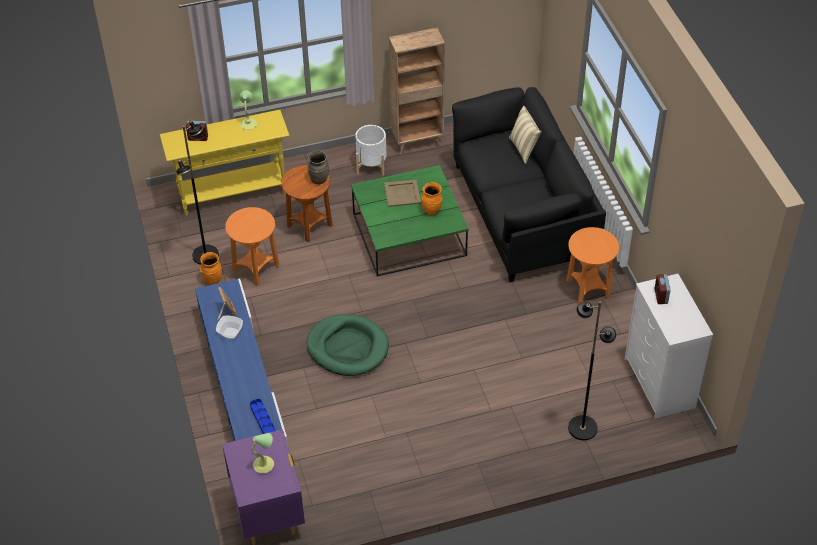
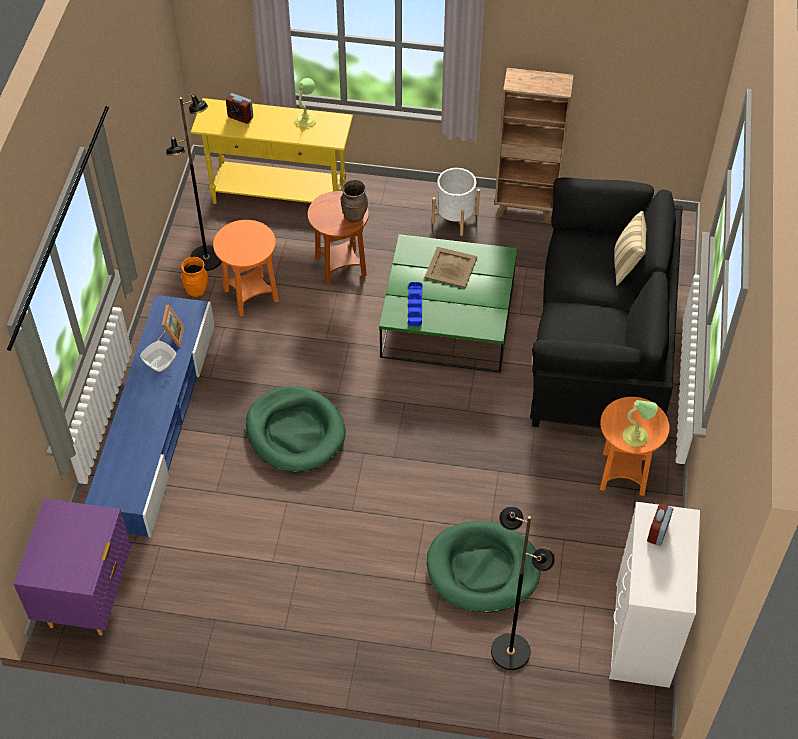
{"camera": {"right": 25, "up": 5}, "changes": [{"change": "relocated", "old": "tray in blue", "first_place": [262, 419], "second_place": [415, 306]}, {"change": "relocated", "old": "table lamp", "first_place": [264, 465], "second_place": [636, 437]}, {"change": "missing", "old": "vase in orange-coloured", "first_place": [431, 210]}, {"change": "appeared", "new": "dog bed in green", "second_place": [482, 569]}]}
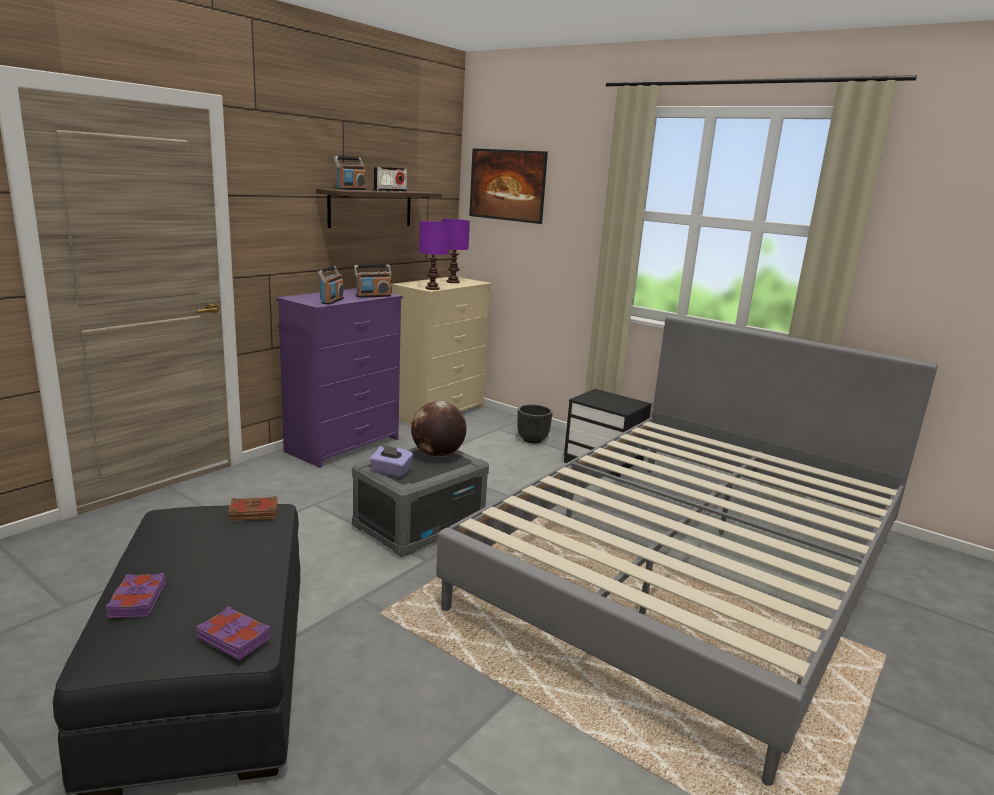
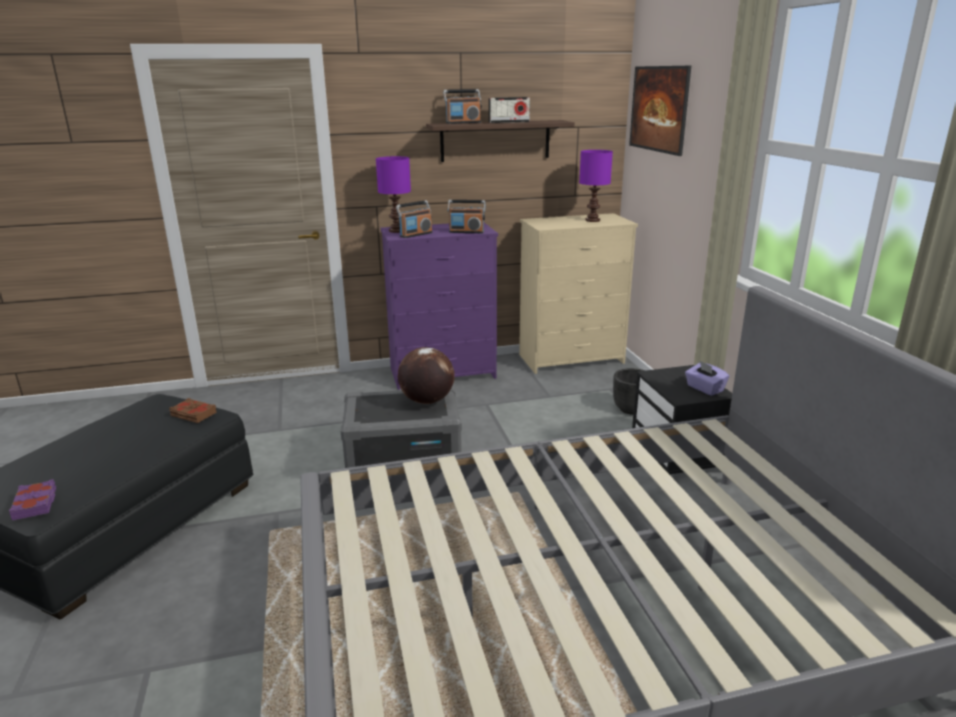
{"camera": {"right": 40, "up": 5}, "changes": [{"change": "missing", "old": "bound book in purple", "first_place": [136, 600]}, {"change": "relocated", "old": "tissue holder in purple", "first_place": [391, 472], "second_place": [704, 389]}, {"change": "relocated", "old": "table lamp in purple", "first_place": [432, 289], "second_place": [396, 231]}]}
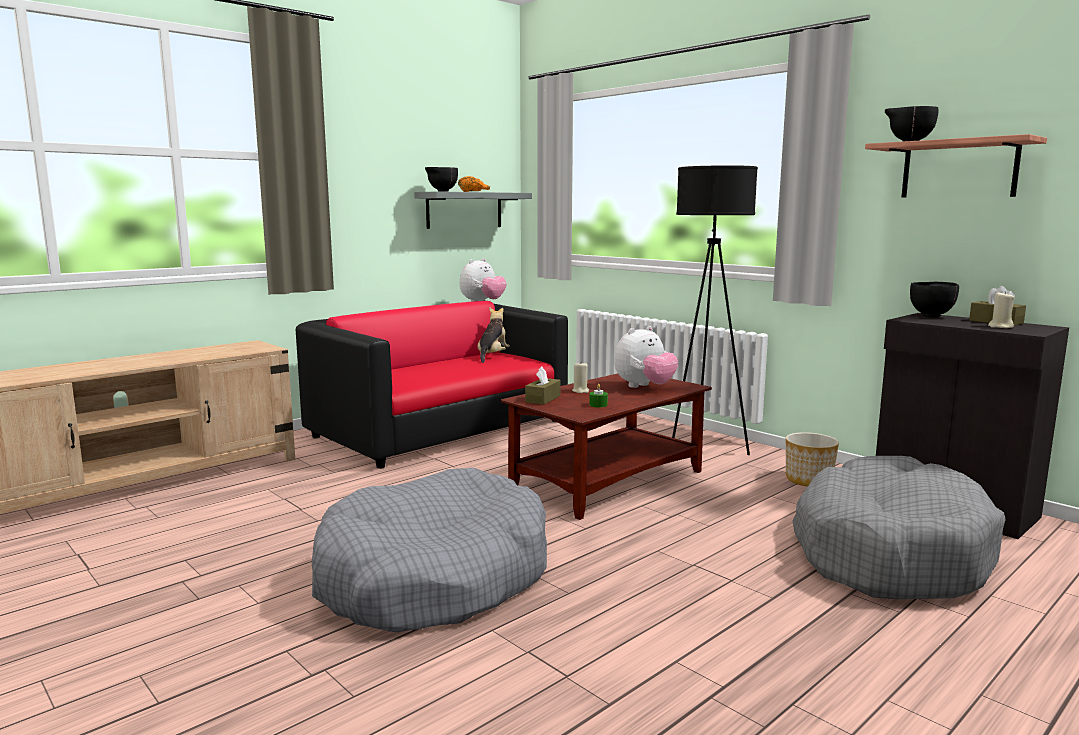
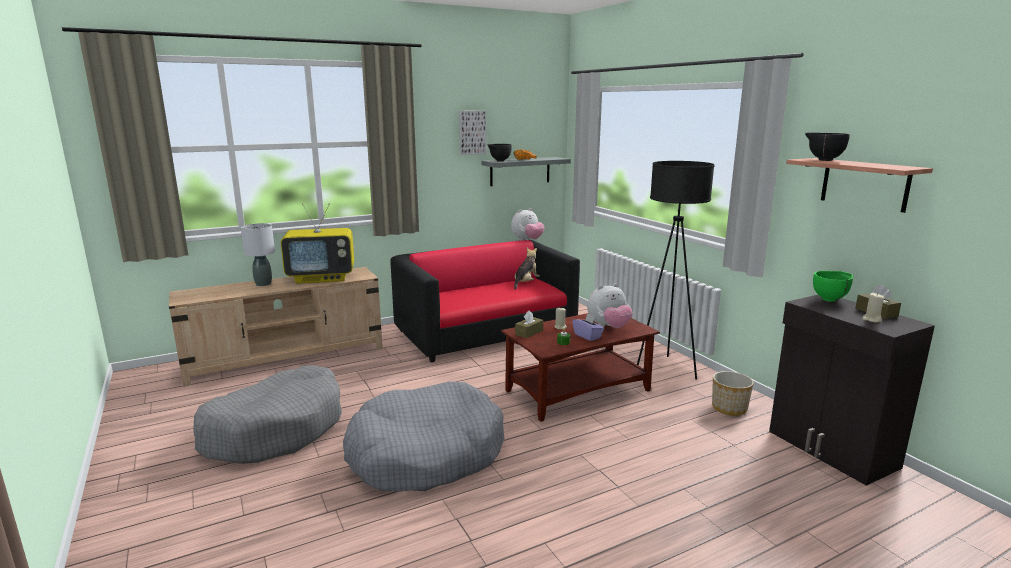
{"camera": {"right": 15, "up": 5}, "changes": [{"change": "relocated", "old": "dog bed in gray", "first_place": [888, 552], "second_place": [276, 429]}, {"change": "colour", "old": "bowl in blackish", "new": "bowl in green", "first_place": [932, 316], "second_place": [830, 299]}, {"change": "appeared", "new": "table lamp in gray", "second_place": [263, 284]}, {"change": "appeared", "new": "TV set", "second_place": [322, 278]}, {"change": "appeared", "new": "picture", "second_place": [471, 132]}, {"change": "appeared", "new": "tissue holder in purple", "second_place": [587, 336]}]}
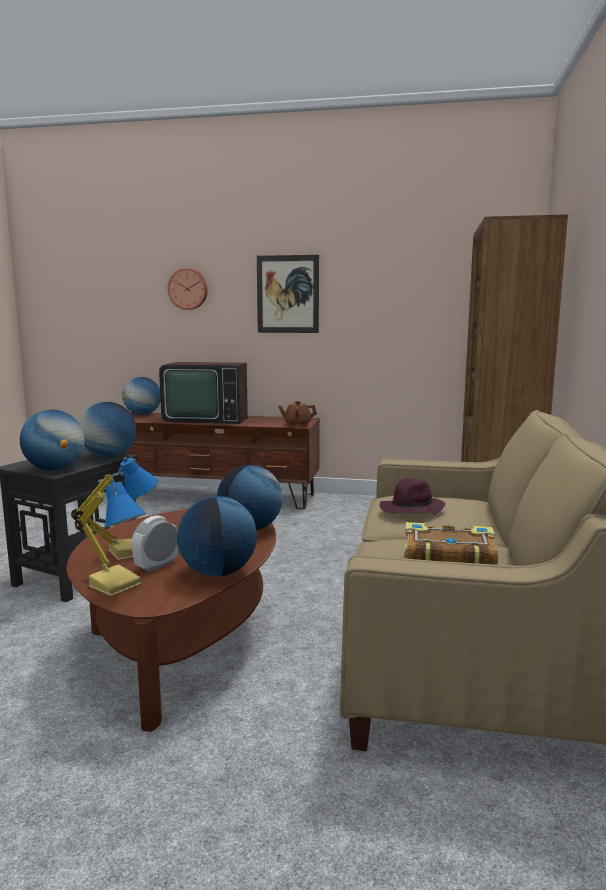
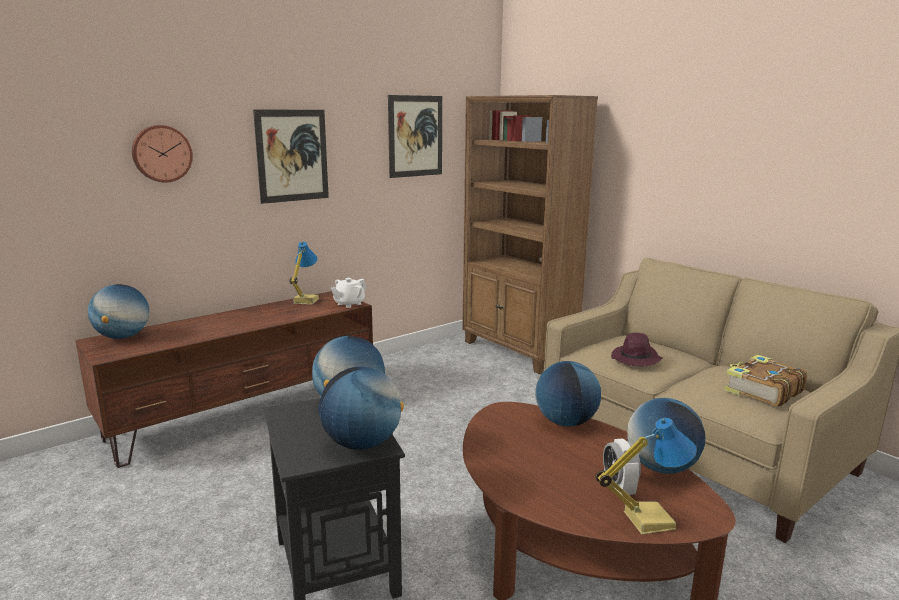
{"camera": {"right": -50, "up": 5}, "changes": [{"change": "relocated", "old": "table lamp", "first_place": [127, 551], "second_place": [305, 301]}, {"change": "missing", "old": "TV set", "first_place": [206, 419]}, {"change": "colour", "old": "teapot in brown-coloured", "new": "teapot in white", "first_place": [297, 425], "second_place": [349, 304]}, {"change": "appeared", "new": "picture", "second_place": [415, 136]}]}
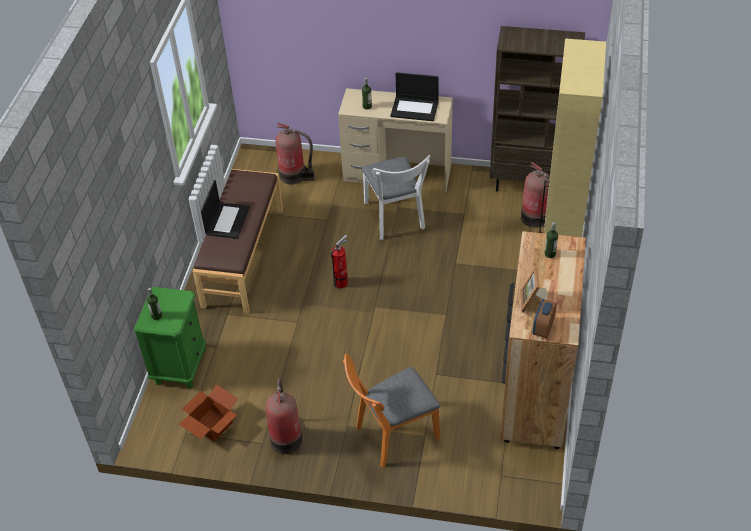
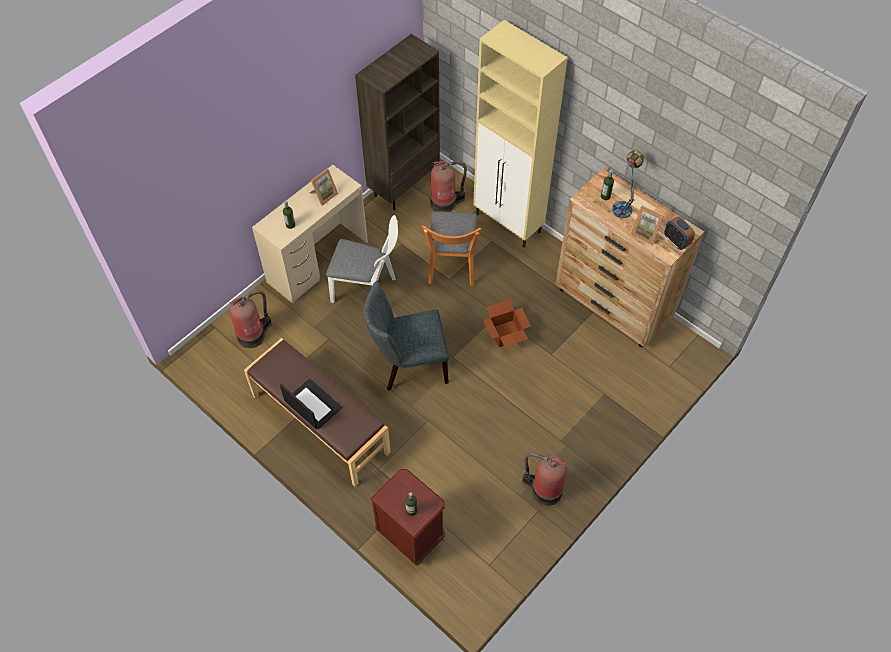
{"camera": {"right": -60, "up": 10}, "changes": [{"change": "colour", "old": "nightstand in green", "new": "nightstand in brown-coloured", "first_place": [180, 366], "second_place": [411, 535]}, {"change": "relocated", "old": "carton", "first_place": [211, 425], "second_place": [505, 334]}, {"change": "exchanged", "old": "extinguisher", "new": "plain chair in gray", "first_place": [342, 282], "second_place": [408, 365]}, {"change": "relocated", "old": "plain chair in orange-coloured", "first_place": [392, 436], "second_place": [452, 267]}, {"change": "exchanged", "old": "notebook computer", "new": "picture frame", "first_place": [415, 108], "second_place": [324, 195]}, {"change": "appeared", "new": "table lamp", "second_place": [624, 205]}]}
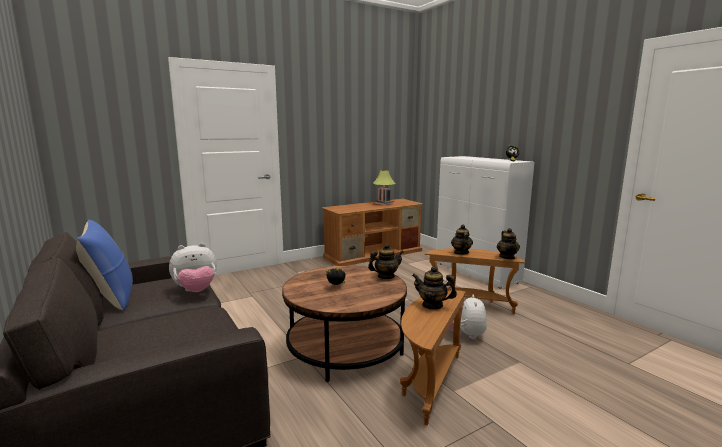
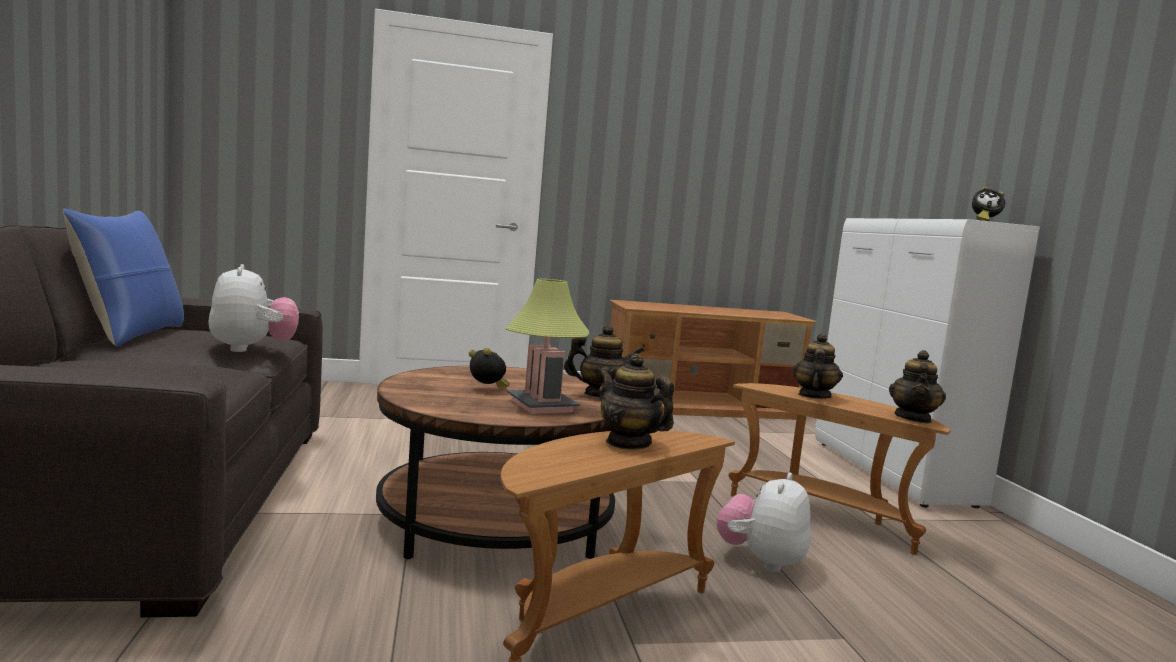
{"camera": {"right": 20, "up": -5}, "changes": [{"change": "spun", "old": "plush toy", "first_place": [196, 291], "second_place": [252, 349], "degrees": -105}, {"change": "relocated", "old": "table lamp", "first_place": [383, 203], "second_place": [541, 406]}]}
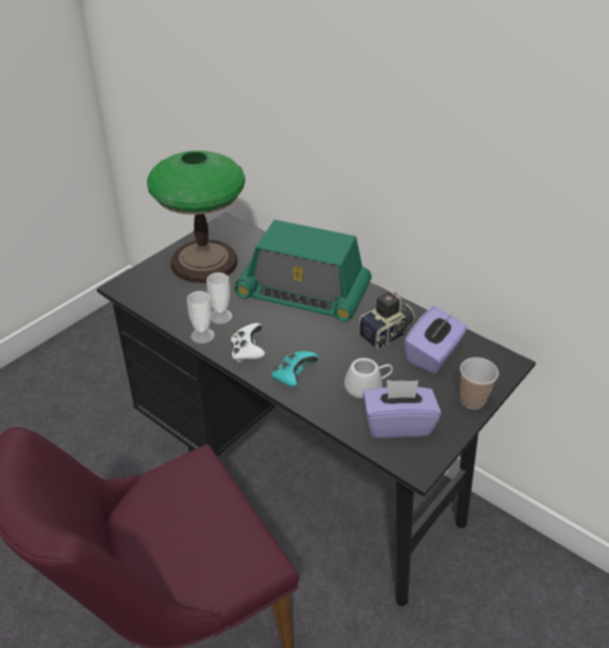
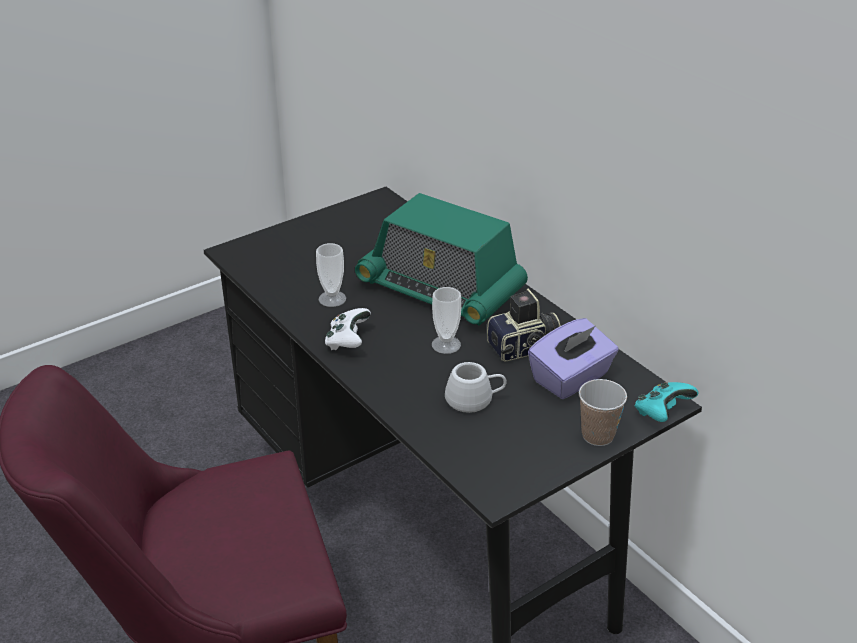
{"camera": {"right": 15, "up": -5}, "changes": [{"change": "missing", "old": "table lamp", "first_place": [204, 263]}, {"change": "relocated", "old": "drinking cup", "first_place": [202, 335], "second_place": [446, 345]}, {"change": "relocated", "old": "joypad in blue-green", "first_place": [293, 376], "second_place": [662, 412]}, {"change": "missing", "old": "tissue holder in purple", "first_place": [397, 424]}]}
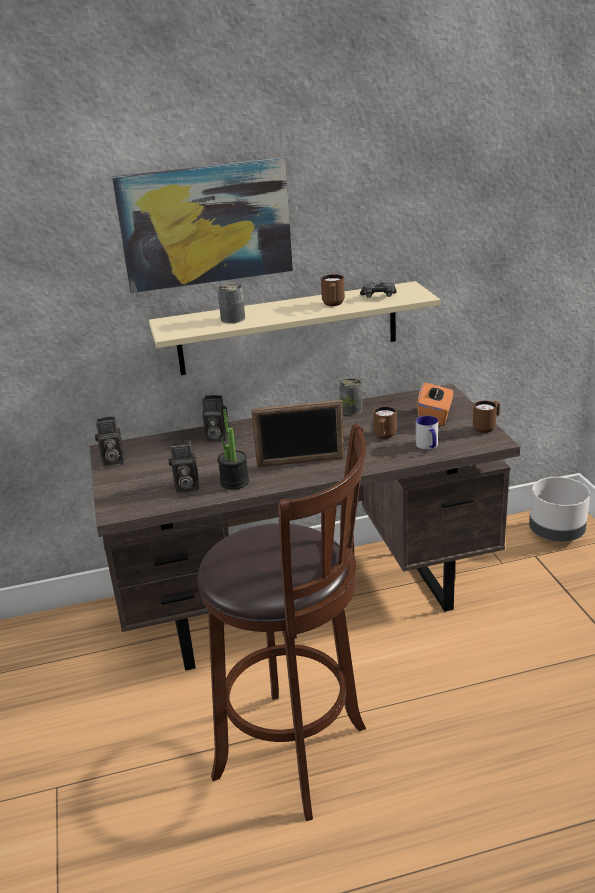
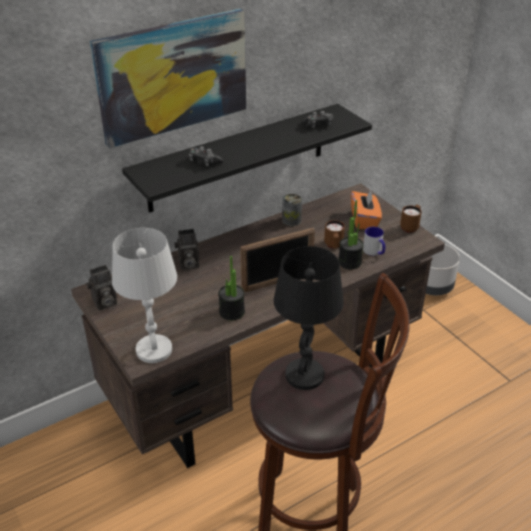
{"camera": {"right": -20, "up": 10}, "changes": [{"change": "colour", "old": "shelf in beige-coloured", "new": "shelf in blackish", "first_place": [288, 328], "second_place": [238, 158]}, {"change": "missing", "old": "still camera", "first_place": [185, 486]}, {"change": "exchanged", "old": "can", "new": "joypad", "first_place": [233, 319], "second_place": [204, 162]}, {"change": "missing", "old": "tea mug in brown-coloured", "first_place": [333, 304]}, {"change": "appeared", "new": "table lamp in white", "second_place": [153, 349]}, {"change": "appeared", "new": "table lamp in blackish", "second_place": [304, 375]}, {"change": "appeared", "new": "potted plant", "second_place": [349, 262]}]}
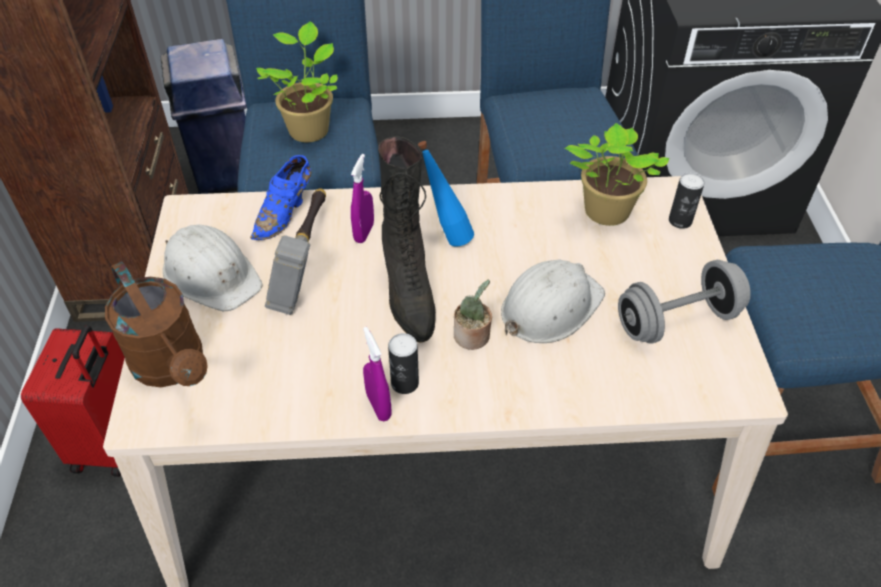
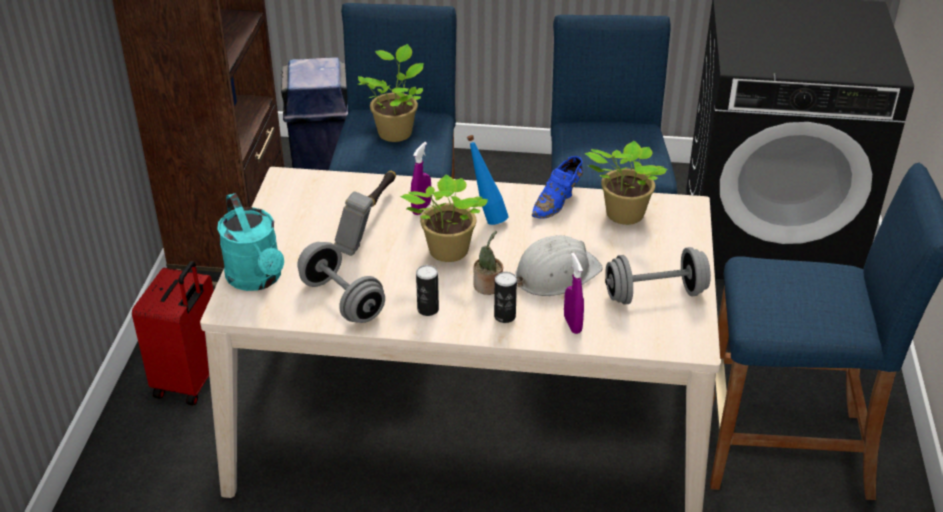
{"camera": {"right": 10, "up": -10}, "changes": [{"change": "colour", "old": "sprinkling can in brown-coloured", "new": "sprinkling can in blue-green", "first_place": [173, 367], "second_place": [258, 279]}, {"change": "missing", "old": "work helmet in white", "first_place": [212, 274]}, {"change": "relocated", "old": "item of footwear in blue", "first_place": [285, 213], "second_place": [558, 202]}, {"change": "relocated", "old": "sprayer in purple", "first_place": [378, 406], "second_place": [572, 324]}, {"change": "exchanged", "old": "high-top boot in blackish", "new": "potted plant", "first_place": [408, 292], "second_place": [446, 252]}, {"change": "relocated", "old": "can", "first_place": [680, 221], "second_place": [504, 316]}, {"change": "appeared", "new": "dumbbell in gray", "second_place": [342, 300]}]}
